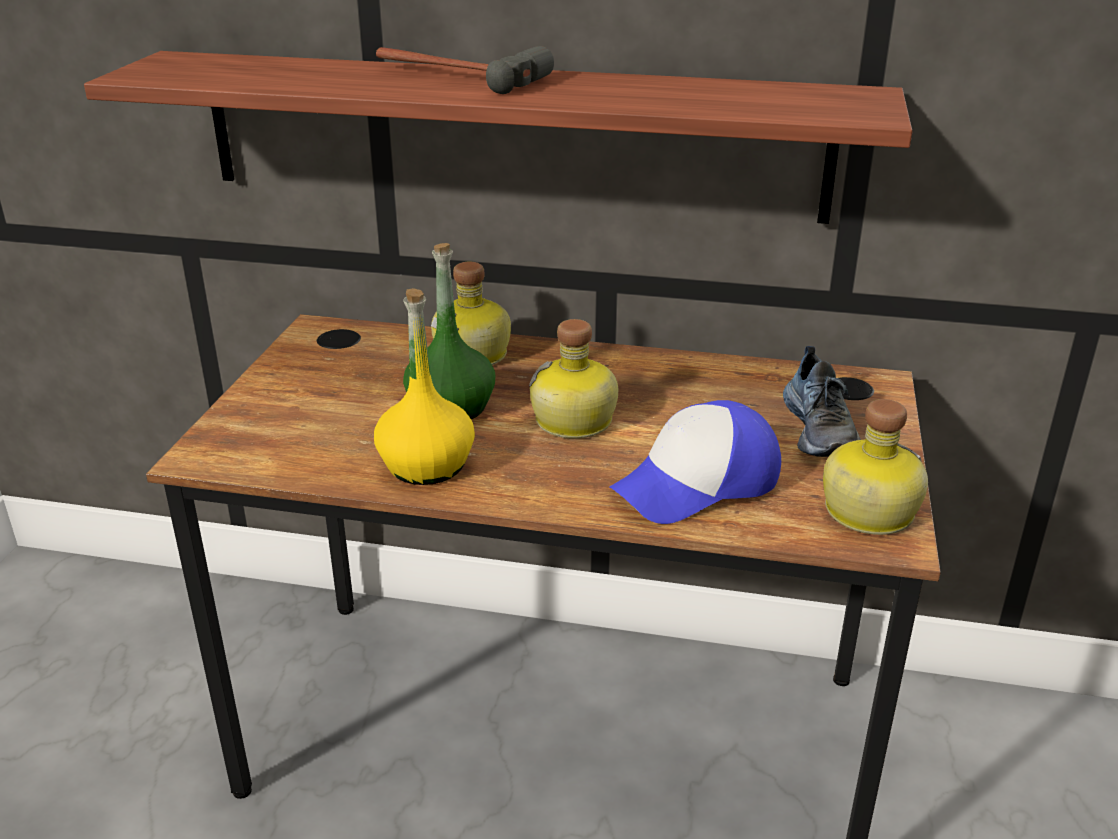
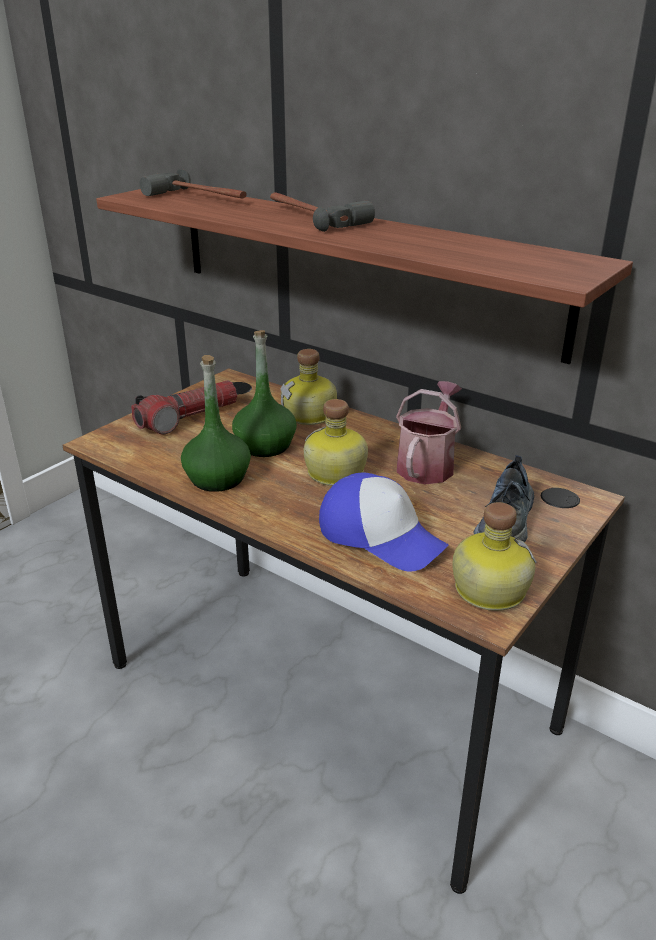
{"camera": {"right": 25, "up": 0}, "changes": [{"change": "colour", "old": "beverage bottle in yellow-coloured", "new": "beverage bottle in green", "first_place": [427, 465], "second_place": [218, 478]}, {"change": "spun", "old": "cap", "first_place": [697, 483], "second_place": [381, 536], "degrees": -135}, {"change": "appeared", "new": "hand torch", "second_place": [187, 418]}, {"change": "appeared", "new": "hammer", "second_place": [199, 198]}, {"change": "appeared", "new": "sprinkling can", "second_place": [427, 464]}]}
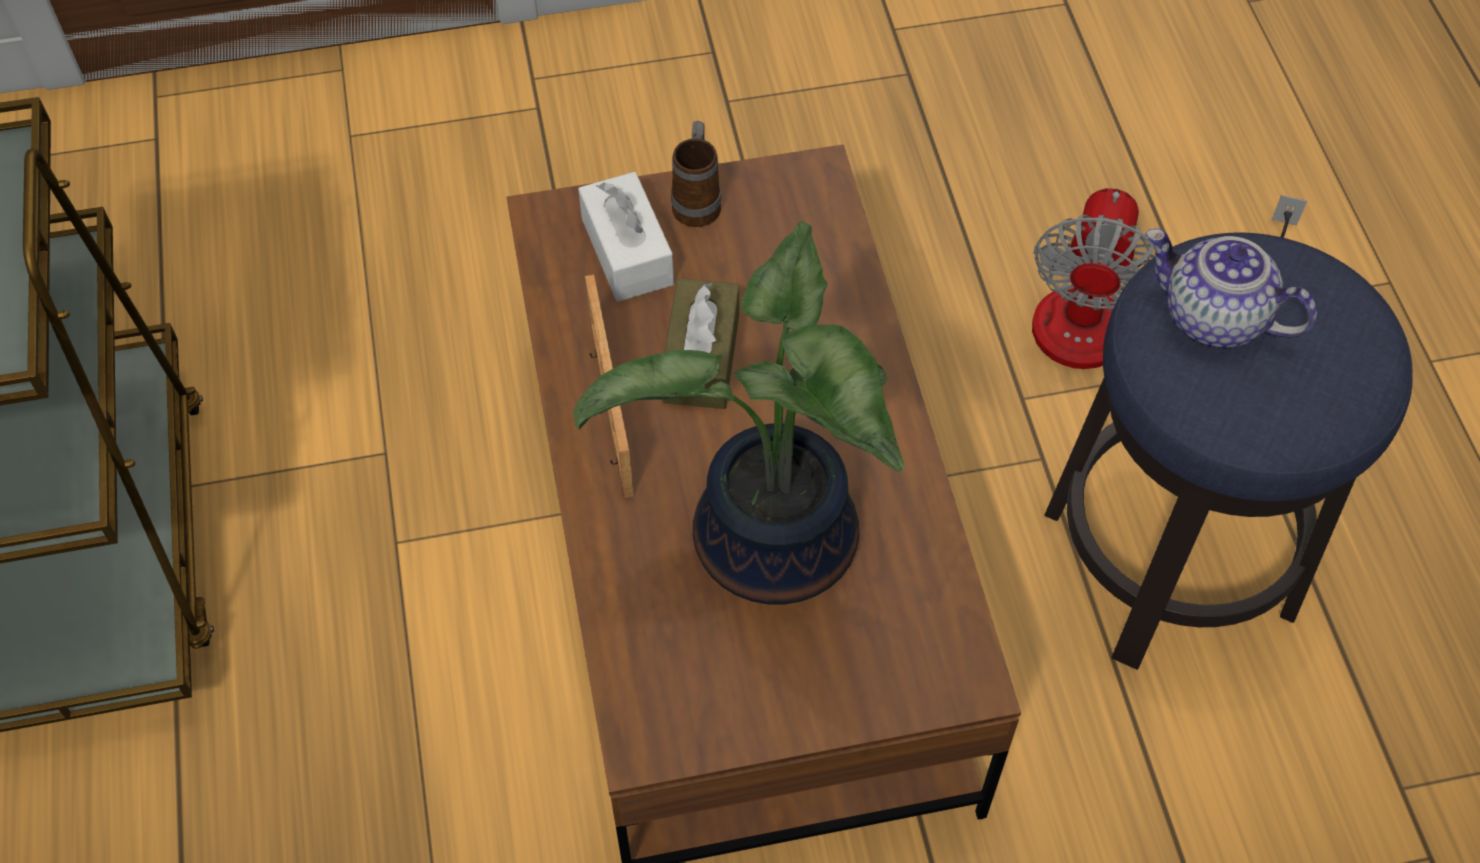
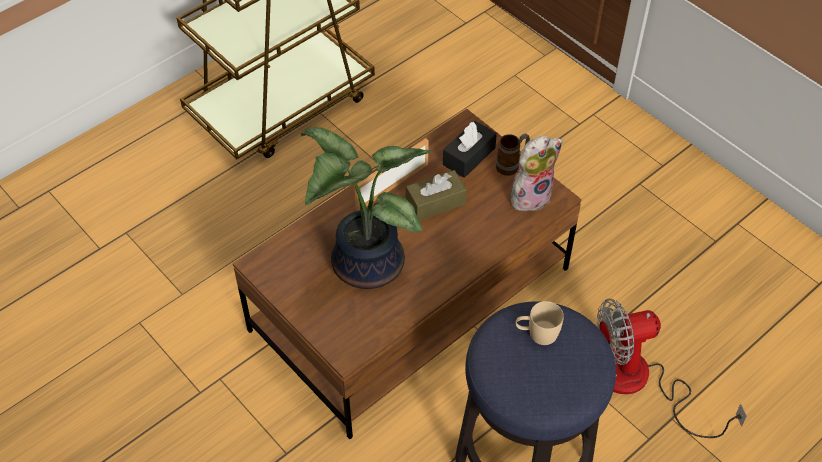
{"camera": {"right": 60, "up": -5}, "changes": [{"change": "colour", "old": "tissue holder in white", "new": "tissue holder in blackish", "first_place": [627, 251], "second_place": [469, 156]}, {"change": "exchanged", "old": "teapot", "new": "tea mug in beige-coloured", "first_place": [1212, 318], "second_place": [537, 333]}, {"change": "appeared", "new": "plush toy", "second_place": [530, 195]}]}
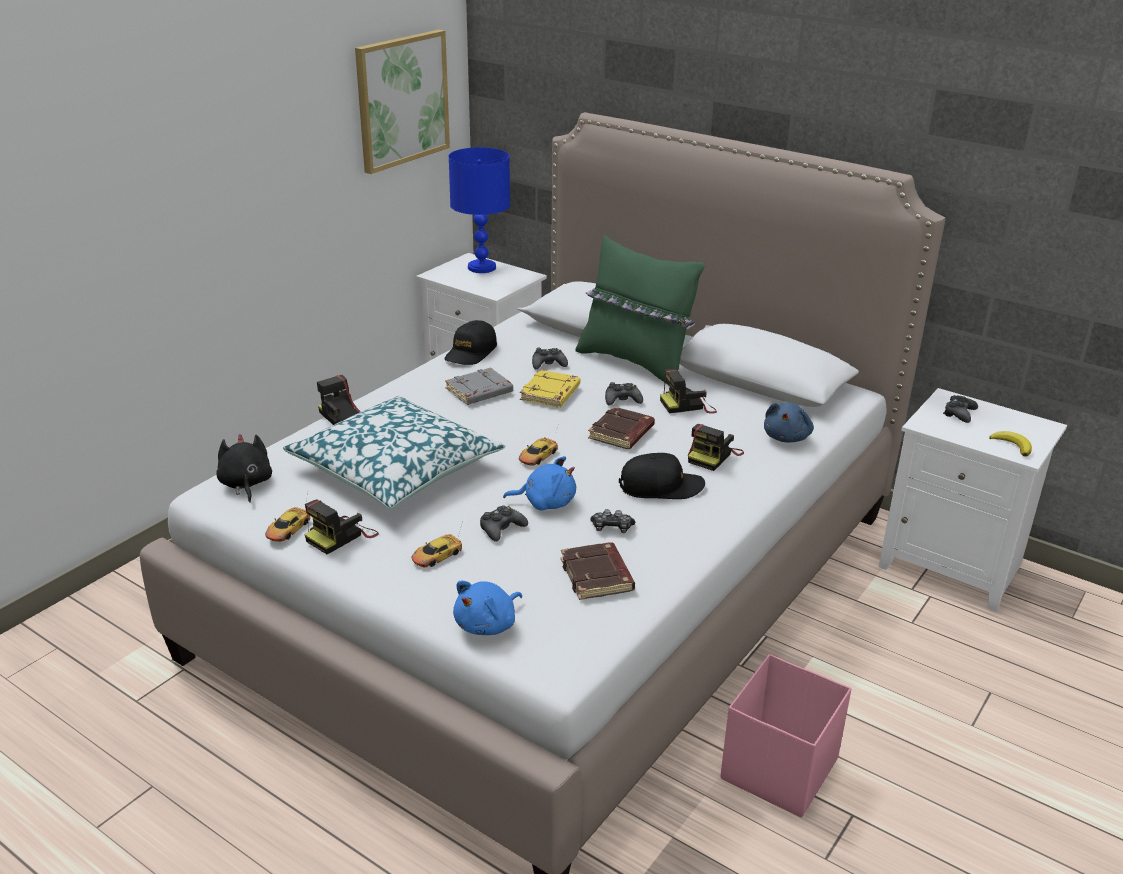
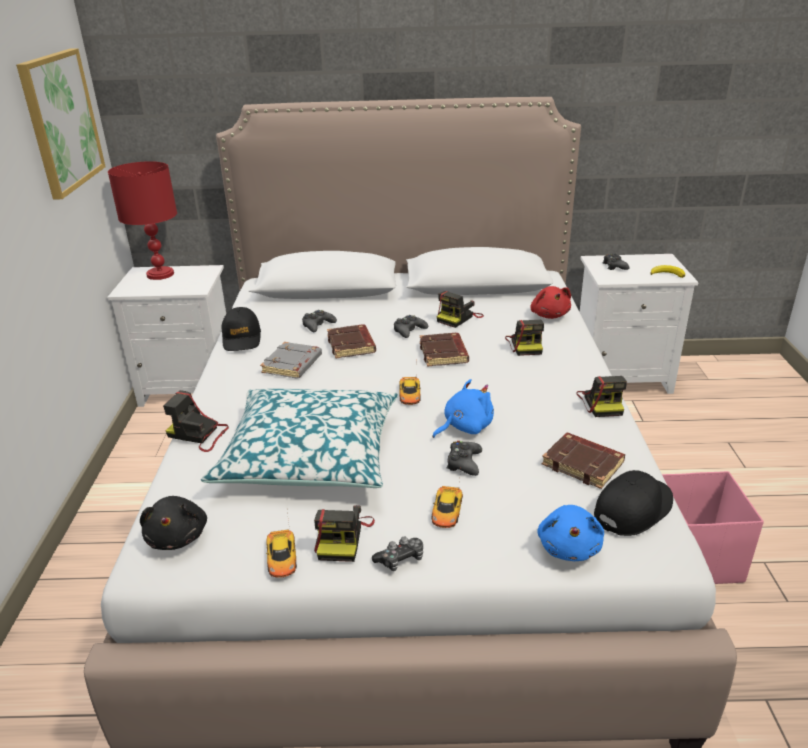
{"camera": {"right": -35, "up": 0}, "changes": [{"change": "spun", "old": "plush toy in blackish", "first_place": [246, 484], "second_place": [178, 536], "degrees": -135}, {"change": "colour", "old": "table lamp in blue", "new": "table lamp in red", "first_place": [481, 267], "second_place": [159, 274]}, {"change": "colour", "old": "bound book in yellow-coloured", "new": "bound book in brown-coloured", "first_place": [551, 394], "second_place": [352, 345]}, {"change": "missing", "old": "pillow in green", "first_place": [635, 362]}, {"change": "relocated", "old": "joypad", "first_place": [611, 528], "second_place": [400, 559]}, {"change": "relocated", "old": "cap in blackish", "first_place": [661, 487], "second_place": [633, 509]}, {"change": "colour", "old": "plush toy in blue", "new": "plush toy in red", "first_place": [787, 437], "second_place": [549, 315]}, {"change": "appeared", "new": "still camera", "second_place": [601, 402]}]}
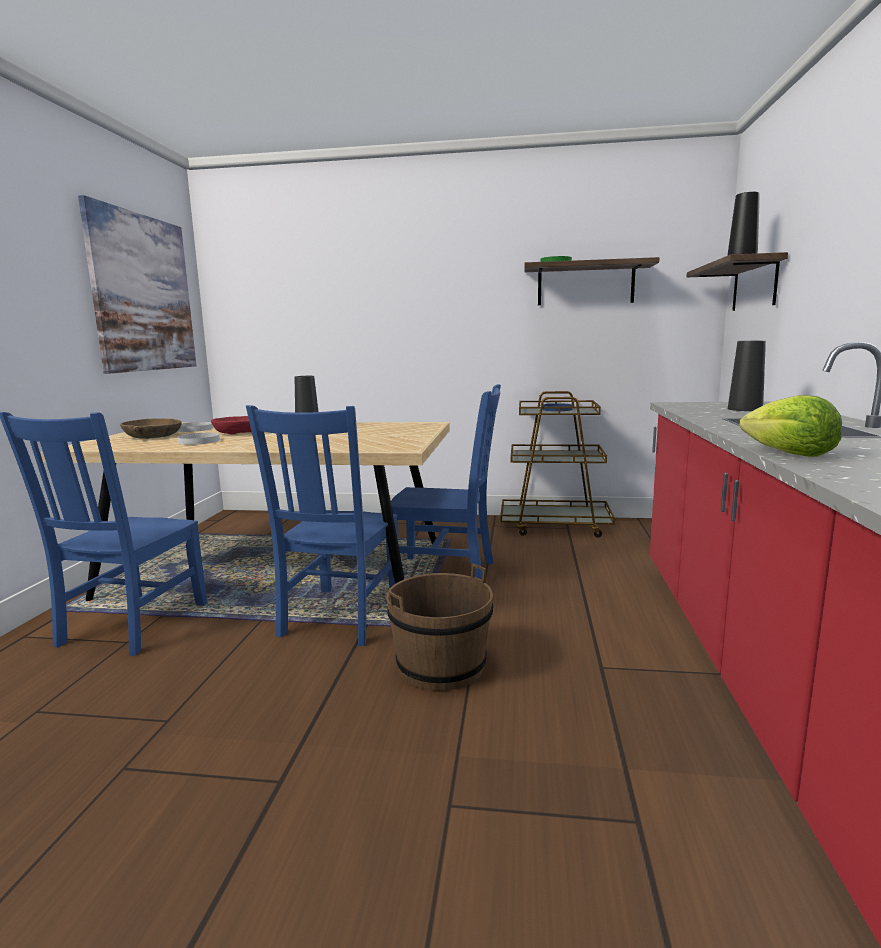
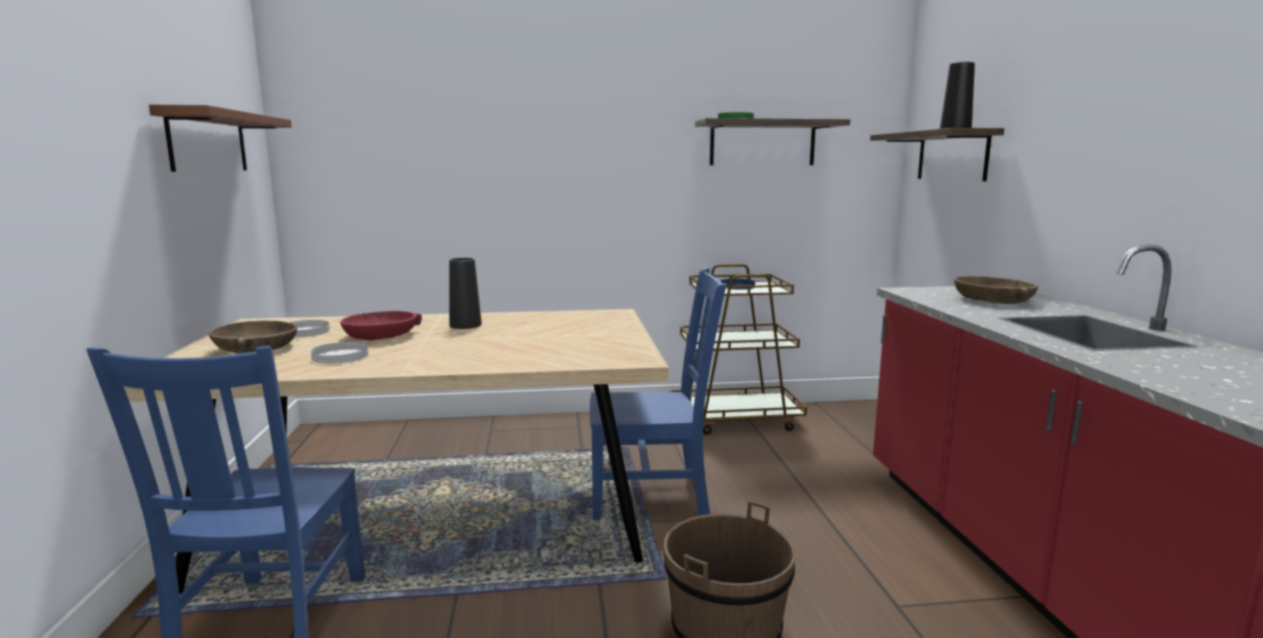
{"camera": {"right": -15, "up": 0}, "changes": [{"change": "exchanged", "old": "picture", "new": "shelf in brown-coloured", "first_place": [143, 293], "second_place": [208, 142]}, {"change": "missing", "old": "plain chair in blue", "first_place": [339, 617]}, {"change": "exchanged", "old": "vase in blackish", "new": "bowl in brown-coloured", "first_place": [745, 409], "second_place": [993, 300]}, {"change": "missing", "old": "lettuce head", "first_place": [788, 453]}]}
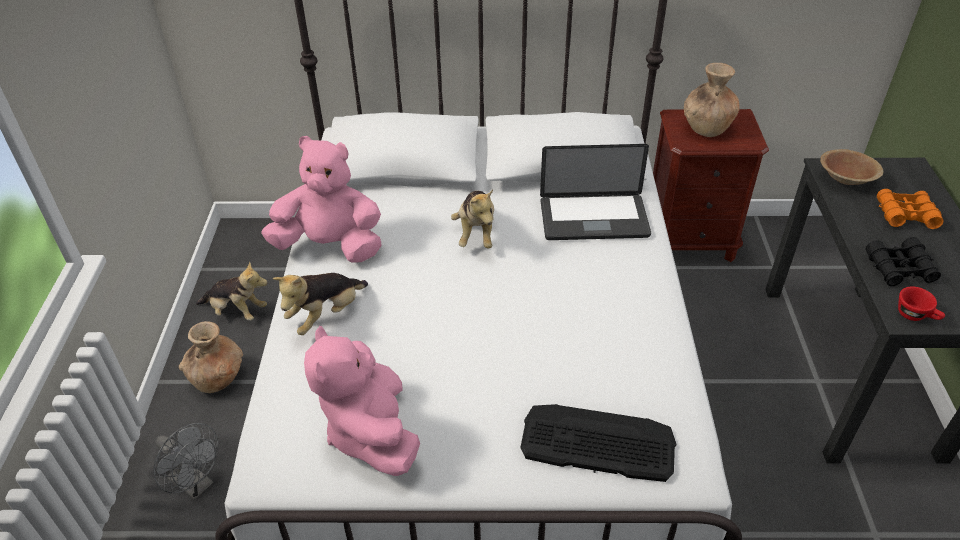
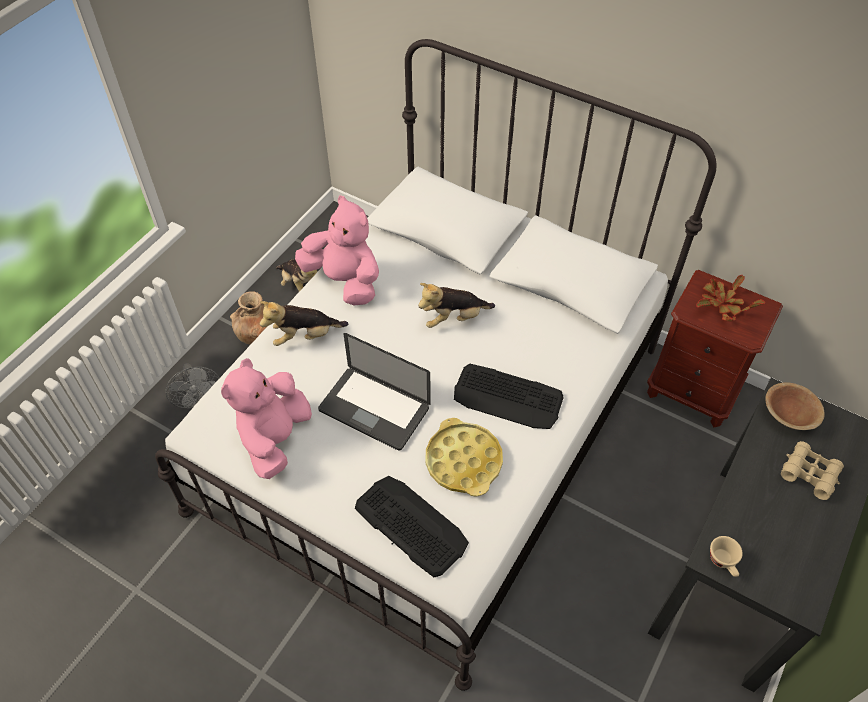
{"camera": {"right": 30, "up": 10}, "changes": [{"change": "spun", "old": "plush toy", "first_place": [476, 233], "second_place": [454, 318], "degrees": 45}, {"change": "relocated", "old": "notebook computer", "first_place": [594, 219], "second_place": [374, 409]}, {"change": "exchanged", "old": "vase in brown-coloured", "new": "potted plant", "first_place": [707, 127], "second_place": [722, 305]}, {"change": "missing", "old": "binoculars in blackish", "first_place": [899, 268]}, {"change": "colour", "old": "binoculars in orange-coloured", "new": "binoculars in beige-coloured", "first_place": [905, 215], "second_place": [809, 473]}, {"change": "colour", "old": "drinking cup in red", "new": "drinking cup in beige-coloured", "first_place": [916, 315], "second_place": [724, 562]}, {"change": "appeared", "new": "tray in yellow-coloured", "second_place": [463, 461]}, {"change": "appeared", "new": "computer keyboard", "second_place": [508, 397]}]}
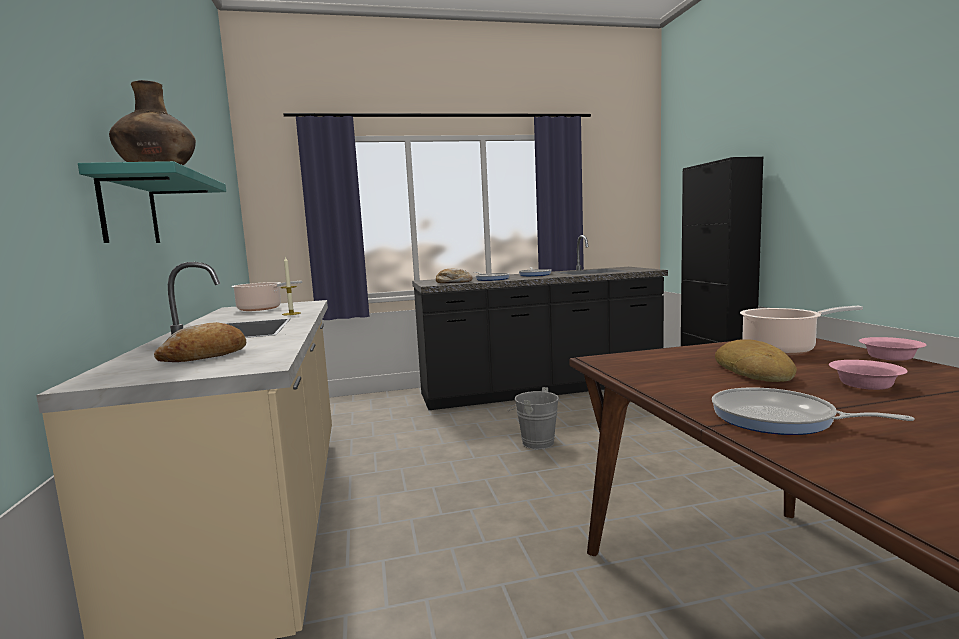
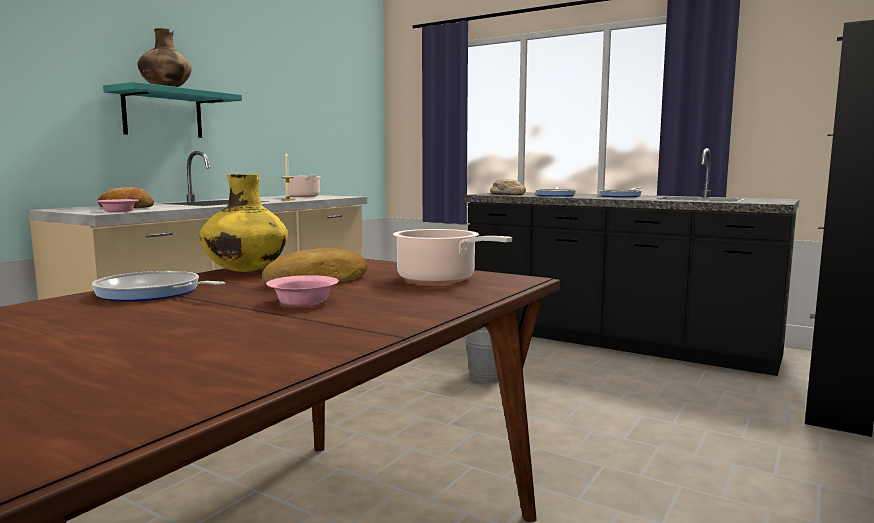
{"camera": {"right": 45, "up": 0}, "changes": [{"change": "spun", "old": "frying pan", "first_place": [779, 419], "second_place": [152, 293], "degrees": -60}, {"change": "relocated", "old": "bowl in pinkish", "first_place": [891, 357], "second_place": [117, 211]}, {"change": "appeared", "new": "vase in yellow-coloured", "second_place": [246, 271]}]}
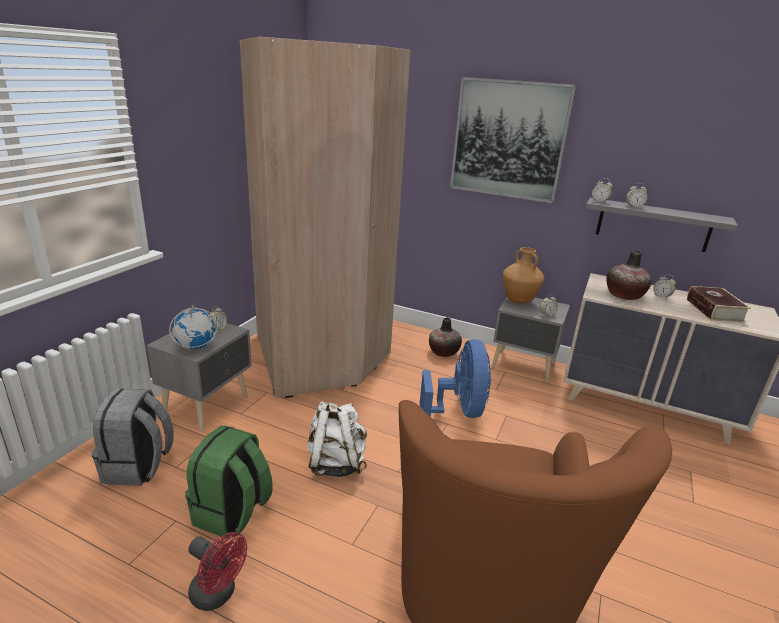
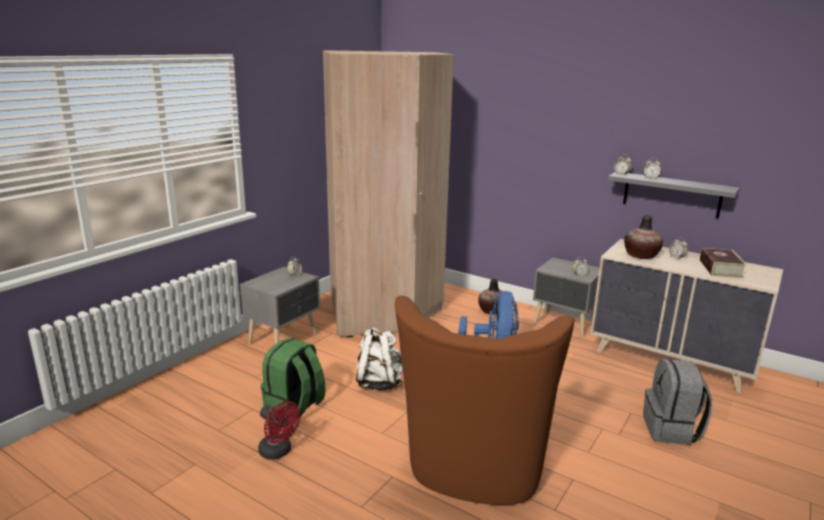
{"camera": {"right": 10, "up": -5}, "changes": [{"change": "relocated", "old": "backpack in gray", "first_place": [138, 466], "second_place": [671, 430]}, {"change": "missing", "old": "globe", "first_place": [195, 347]}, {"change": "missing", "old": "picture", "first_place": [509, 140]}, {"change": "missing", "old": "vase in brown-coloured", "first_place": [518, 301]}]}
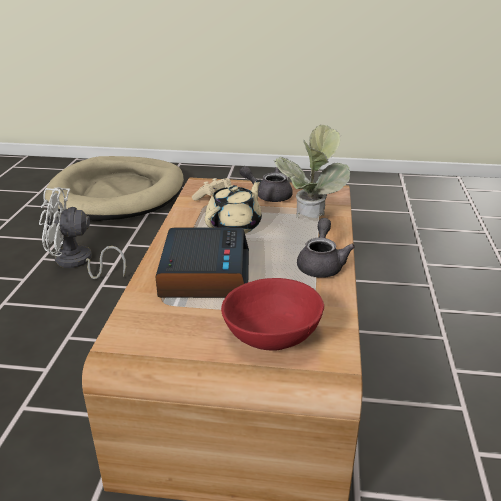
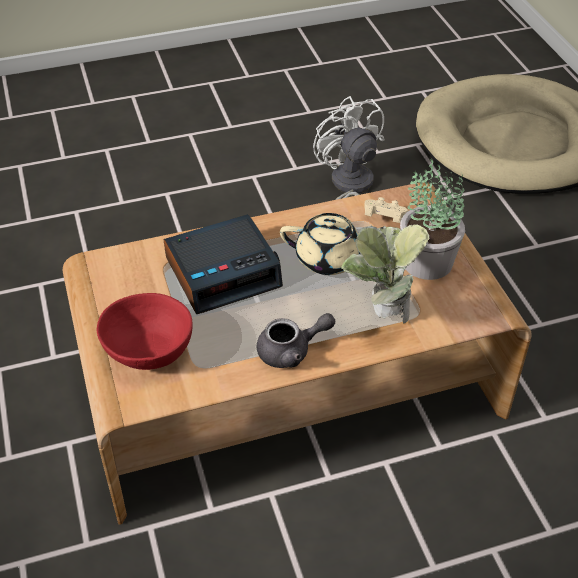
{"camera": {"right": 65, "up": 15}, "changes": [{"change": "exchanged", "old": "teapot in gray", "new": "potted plant", "first_place": [268, 195], "second_place": [425, 261]}]}
